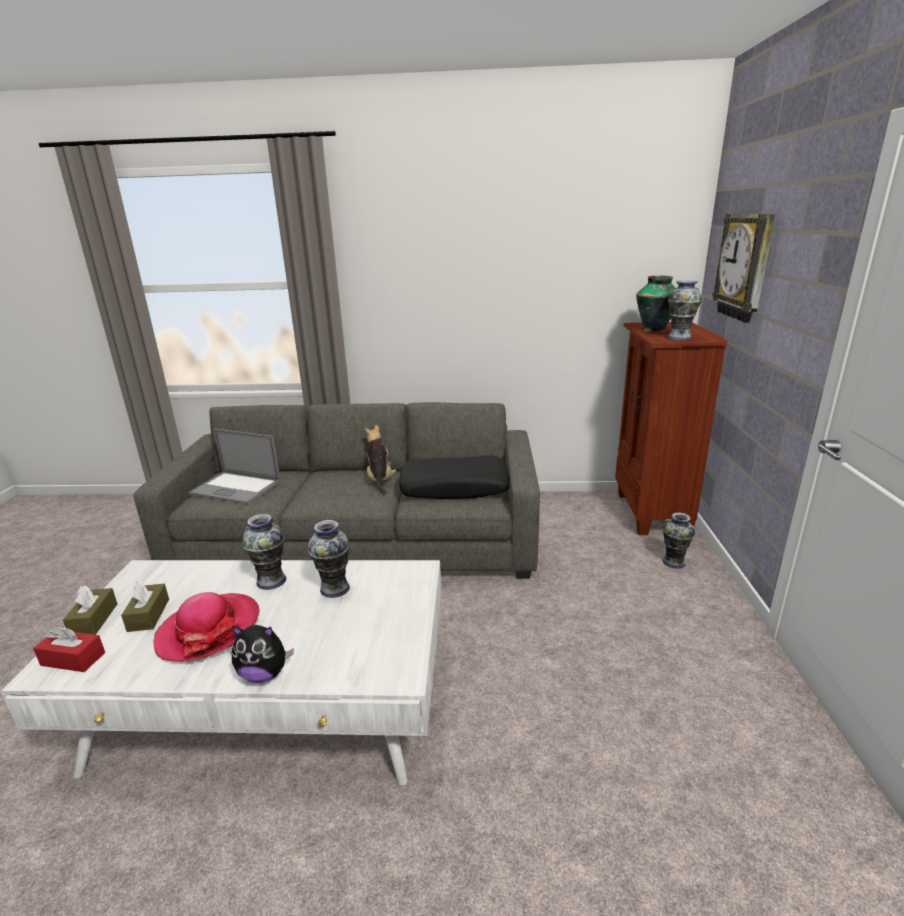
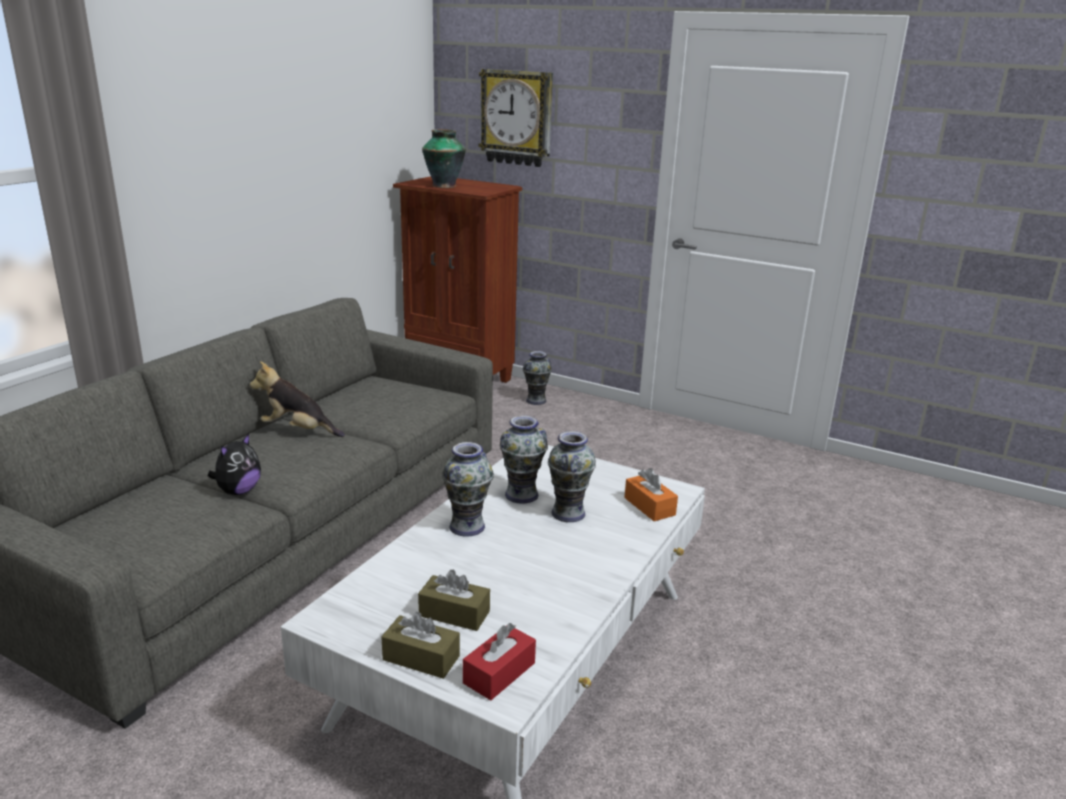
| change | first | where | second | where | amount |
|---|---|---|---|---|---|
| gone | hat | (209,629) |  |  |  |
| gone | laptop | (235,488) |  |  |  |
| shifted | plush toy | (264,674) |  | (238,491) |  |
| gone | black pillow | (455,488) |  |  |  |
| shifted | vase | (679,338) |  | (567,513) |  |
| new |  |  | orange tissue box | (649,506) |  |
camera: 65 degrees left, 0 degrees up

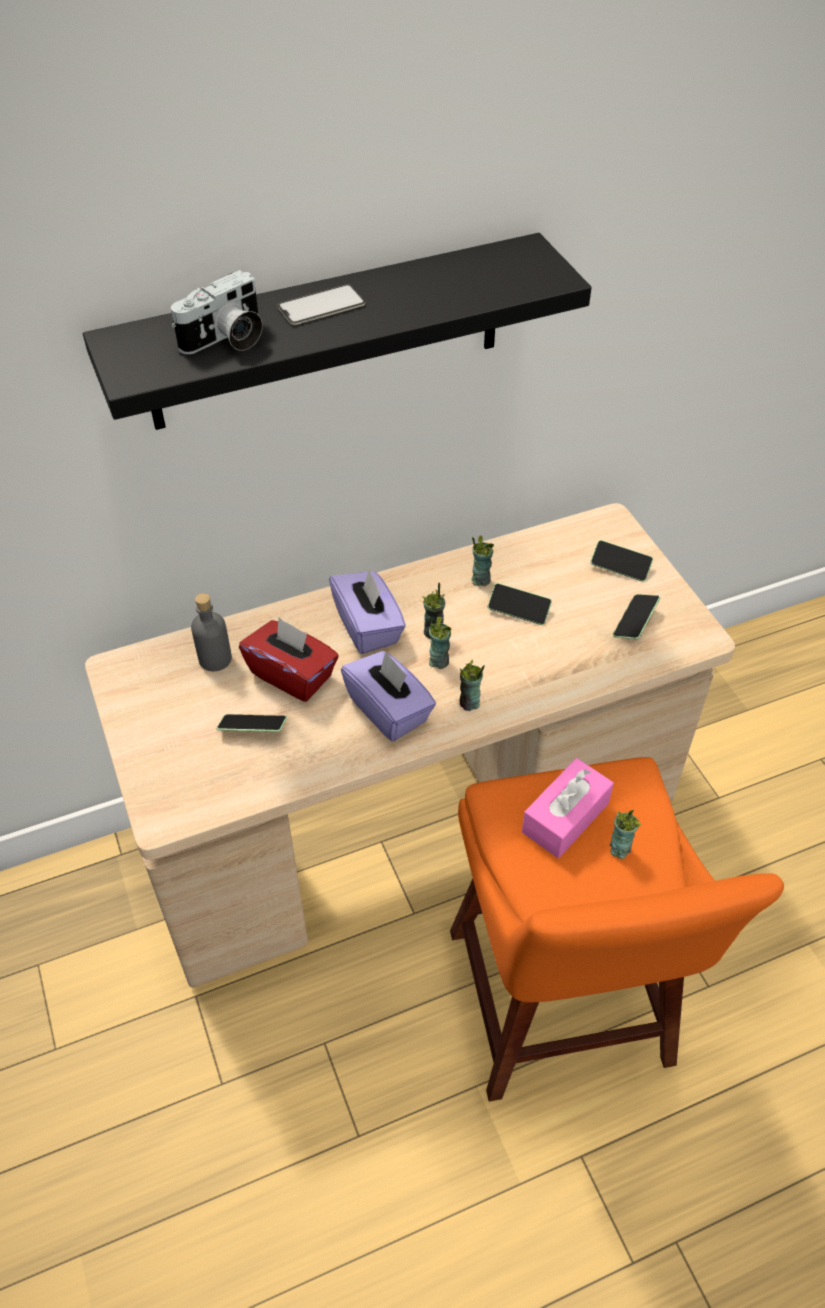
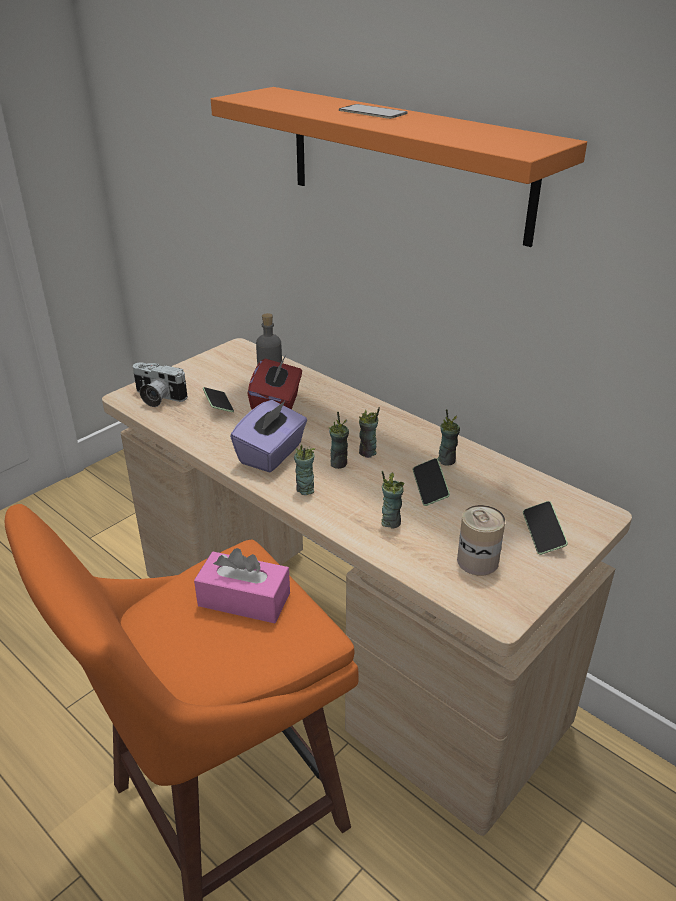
| change | first | where | second | where | amount |
|---|---|---|---|---|---|
| repainted | black shelf | (327,334) | orange shelf | (406,162) |  |
| shifted | photo camera | (226,340) |  | (157,398) |  |
| gone | purple tissue box | (368,627) |  |  |  |
| shifted | cup | (619,848) |  | (391,522) |  |
| swapped | phone | (635,622) | can | (477,561) |  |
camera: 65 degrees right, 15 degrees down

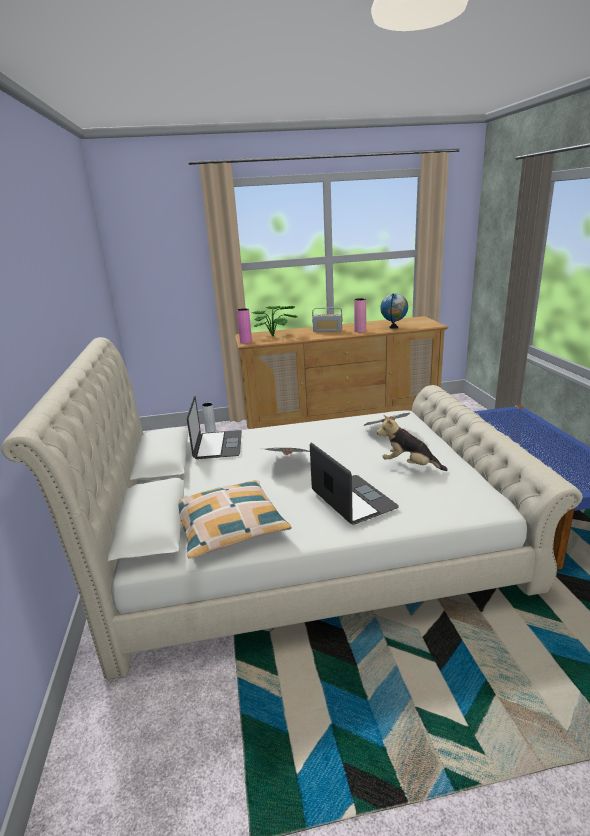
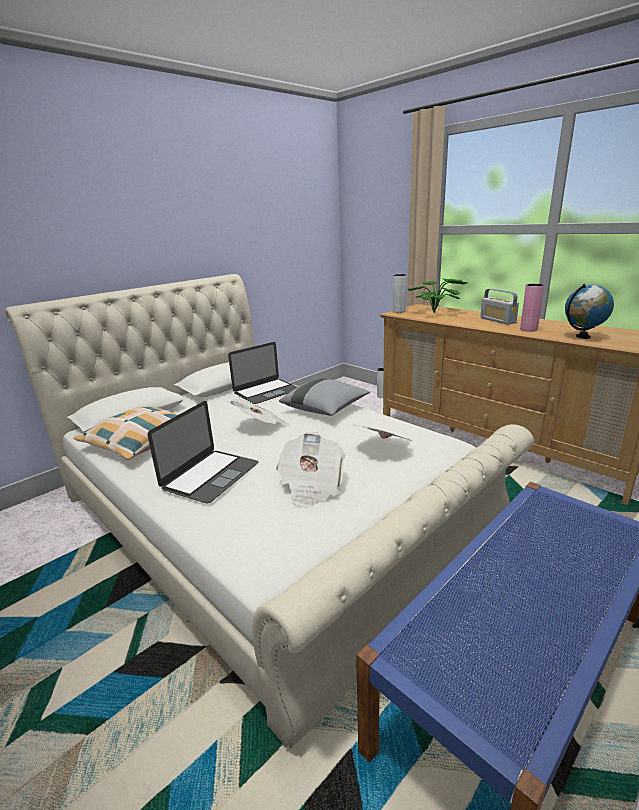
| change | first | where | second | where | amount |
|---|---|---|---|---|---|
| repainted | pink vase | (246,342) | grey vase | (399,311) |  |
| swapped | plush toy | (409,465) | newspaper | (311,485) |  |
| new |  |  | grey pillow | (325,409) |  |
camera: 55 degrees right, 0 degrees up

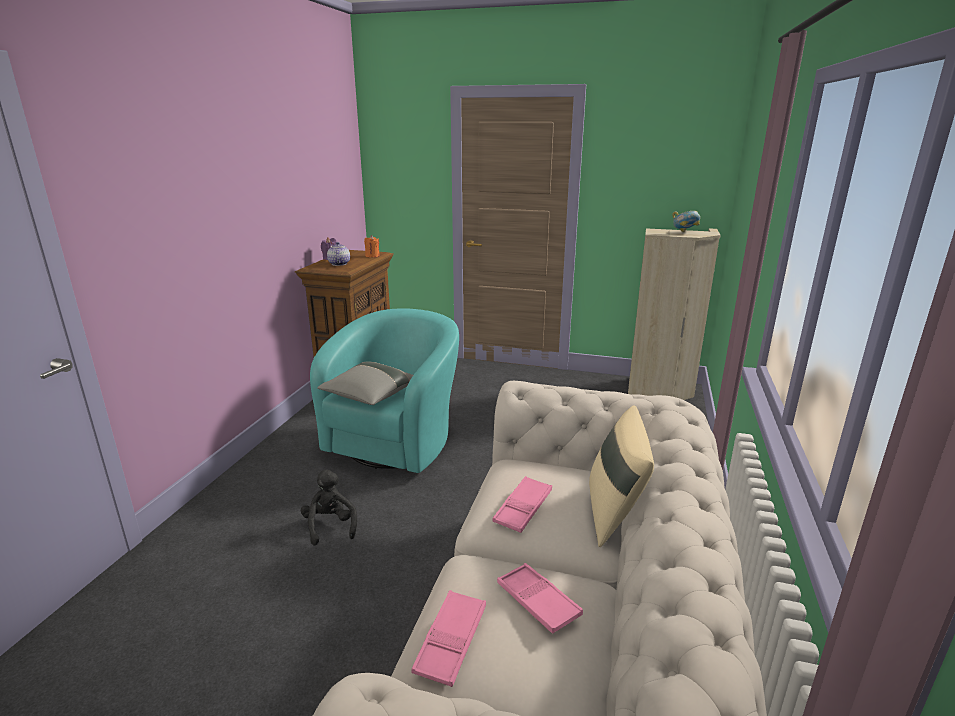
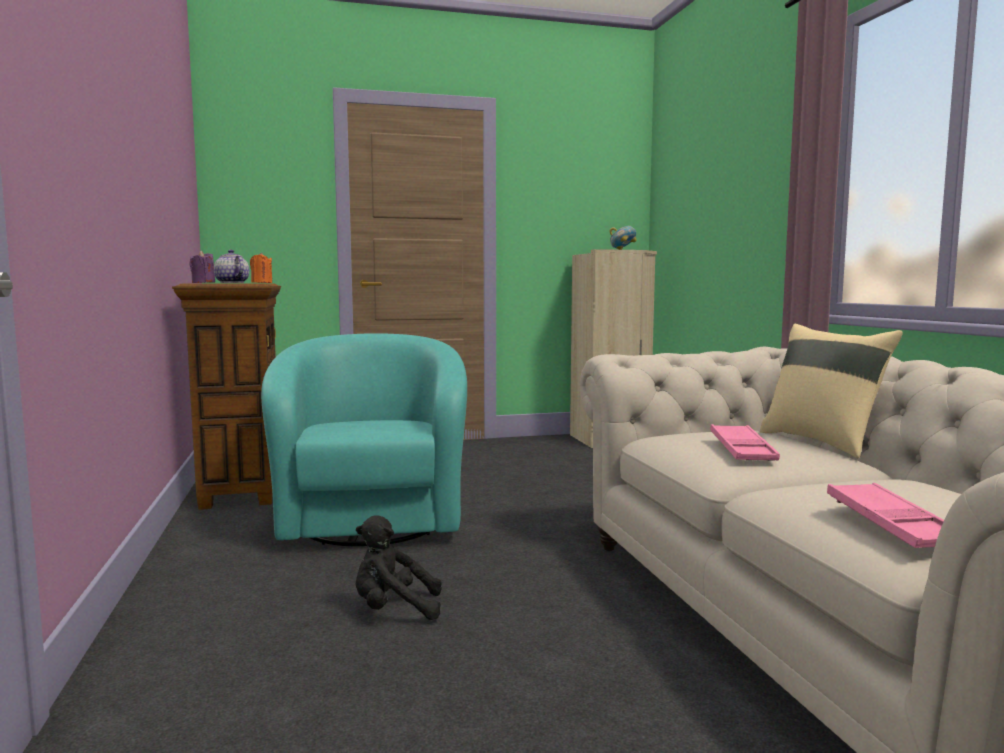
| change | first | where | second | where | amount |
|---|---|---|---|---|---|
| rotated | black plush toy | (330,526) |  | (394,609) | 45 degrees counterclockwise |
| gone | grey pillow | (369,396) |  |  |  |
| gone | pink tray | (537,602) |  |  |  |
camera: 30 degrees left, 15 degrees down

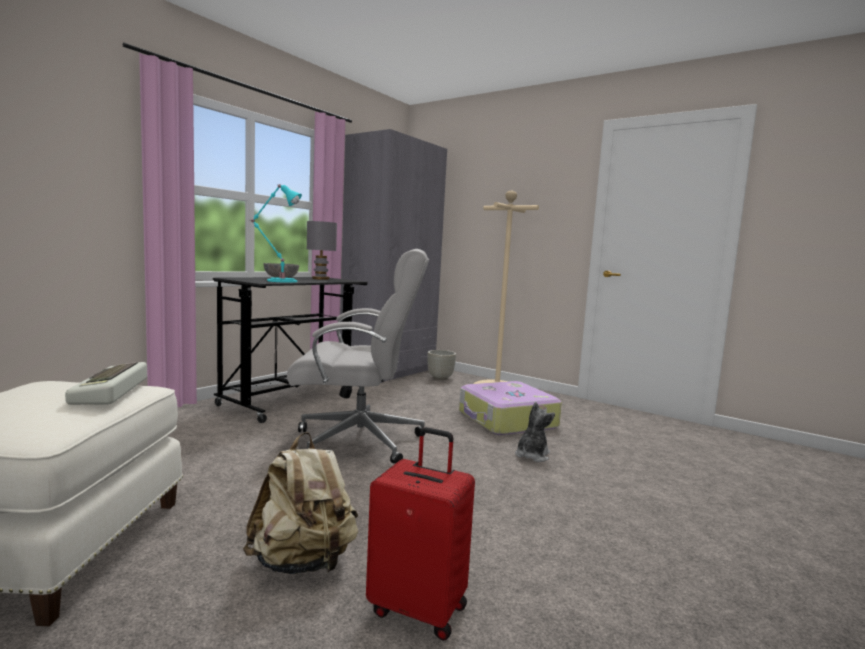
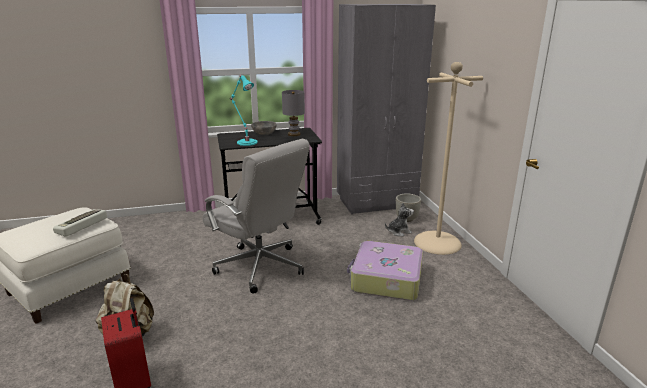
| change | first | where | second | where | amount |
|---|---|---|---|---|---|
| shifted | plush toy | (532,455) |  | (398,232) |  |
camera: 40 degrees right, 15 degrees up

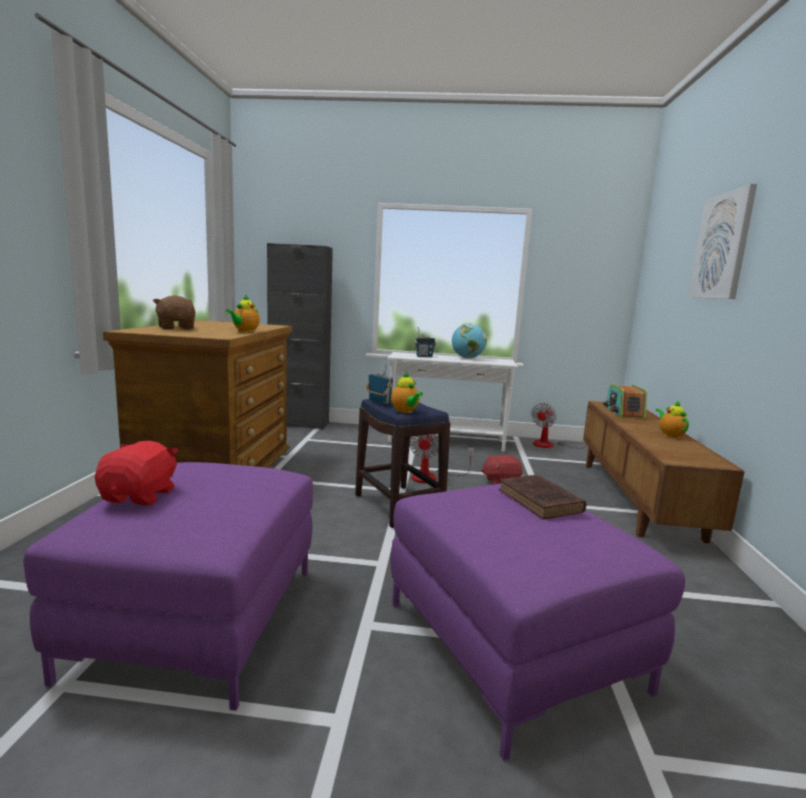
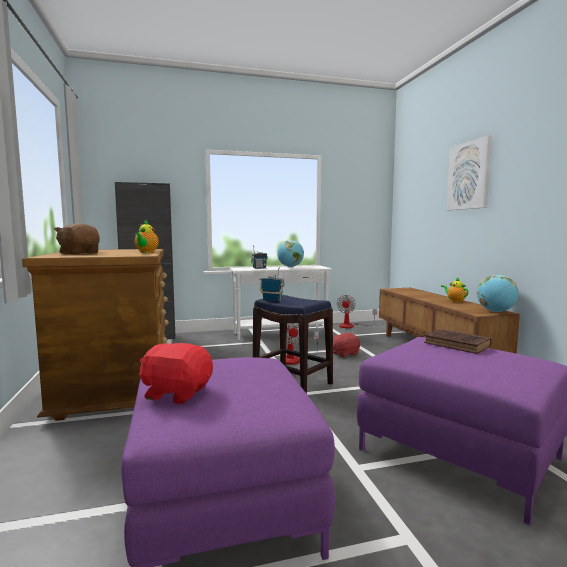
| change | first | where | second | where | amount |
|---|---|---|---|---|---|
| rotated | red plush toy | (140,496) |  | (177,393) | 60 degrees counterclockwise |
| gone | teapot | (405,411) |  |  |  |
| gone | radio | (623,413) |  |  |  |
| new |  |  | globe | (496,311) |  |
camera: 20 degrees left, 5 degrees down

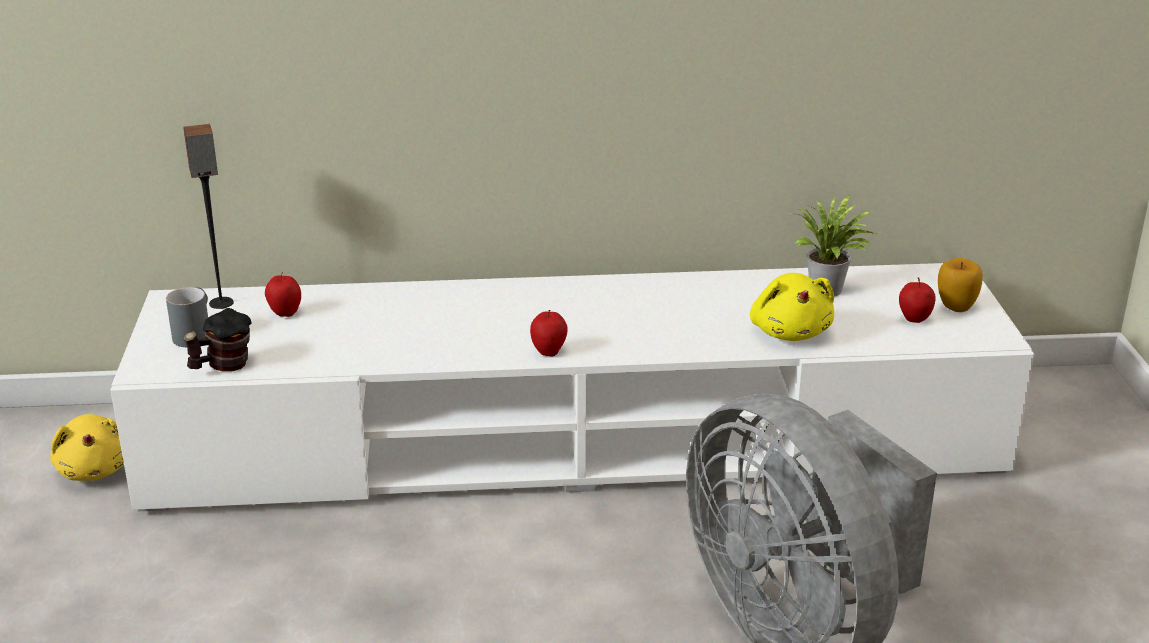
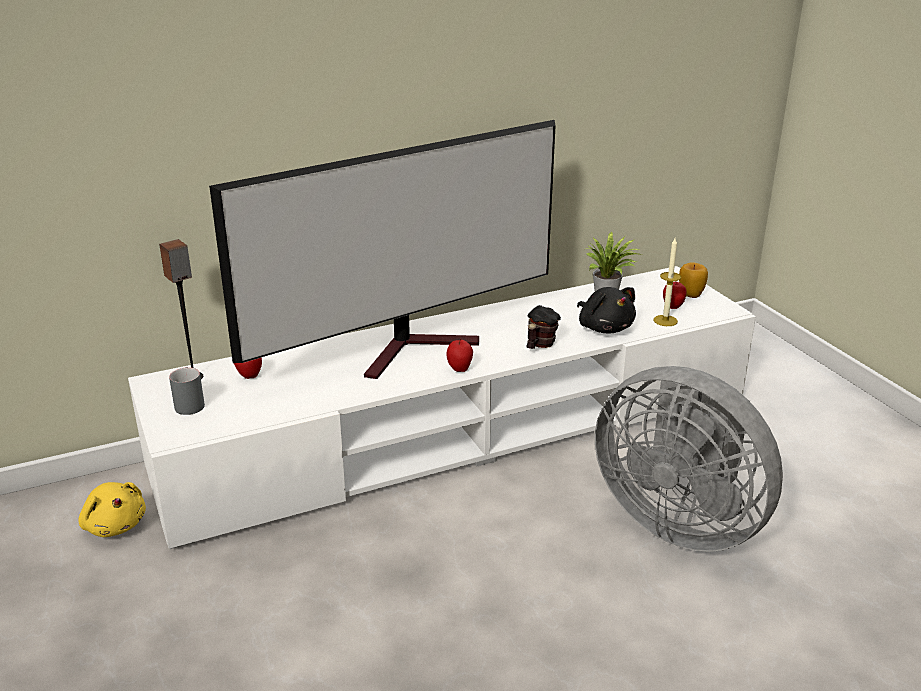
| change | first | where | second | where | amount |
|---|---|---|---|---|---|
| shifted | mug | (222,366) |  | (539,345) |  |
| repainted | yellow plush toy | (790,331) | black plush toy | (604,327) |  |
| new |  |  | television | (415,348) |  |
| new |  |  | candle | (665,320) |  |
camera: 20 degrees left, 0 degrees up

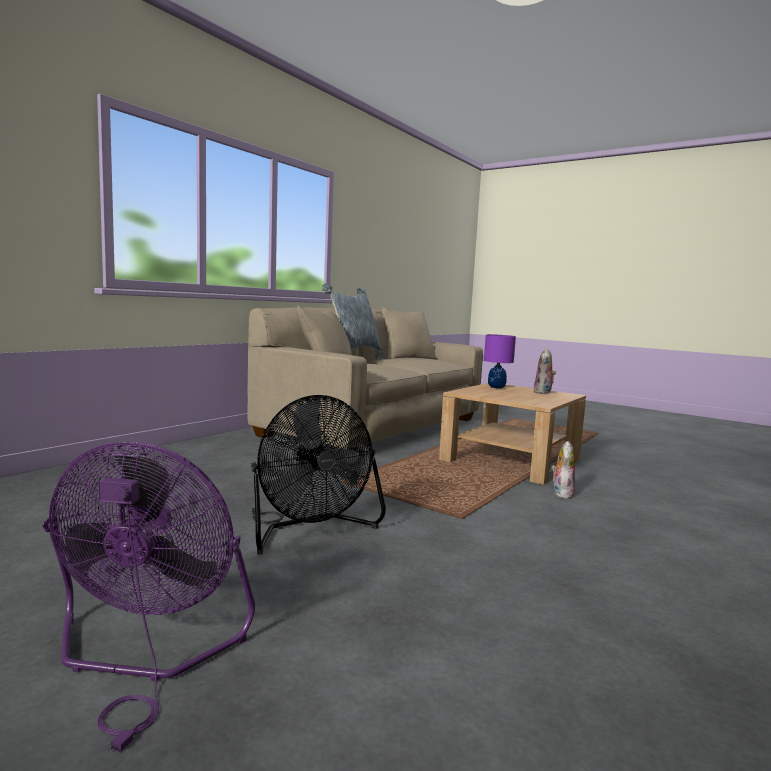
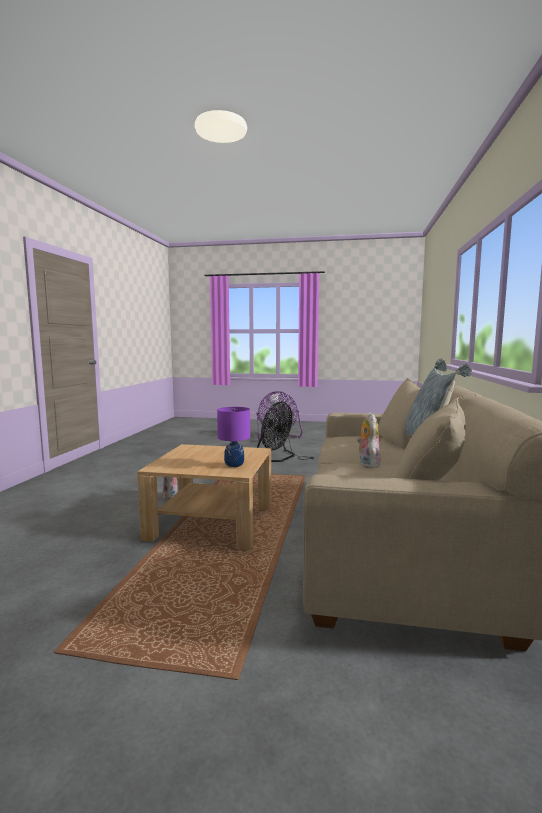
| change | first | where | second | where | amount |
|---|---|---|---|---|---|
| shifted | plush toy | (543,392) |  | (367,464) |  |
camera: 155 degrees right, 0 degrees up

